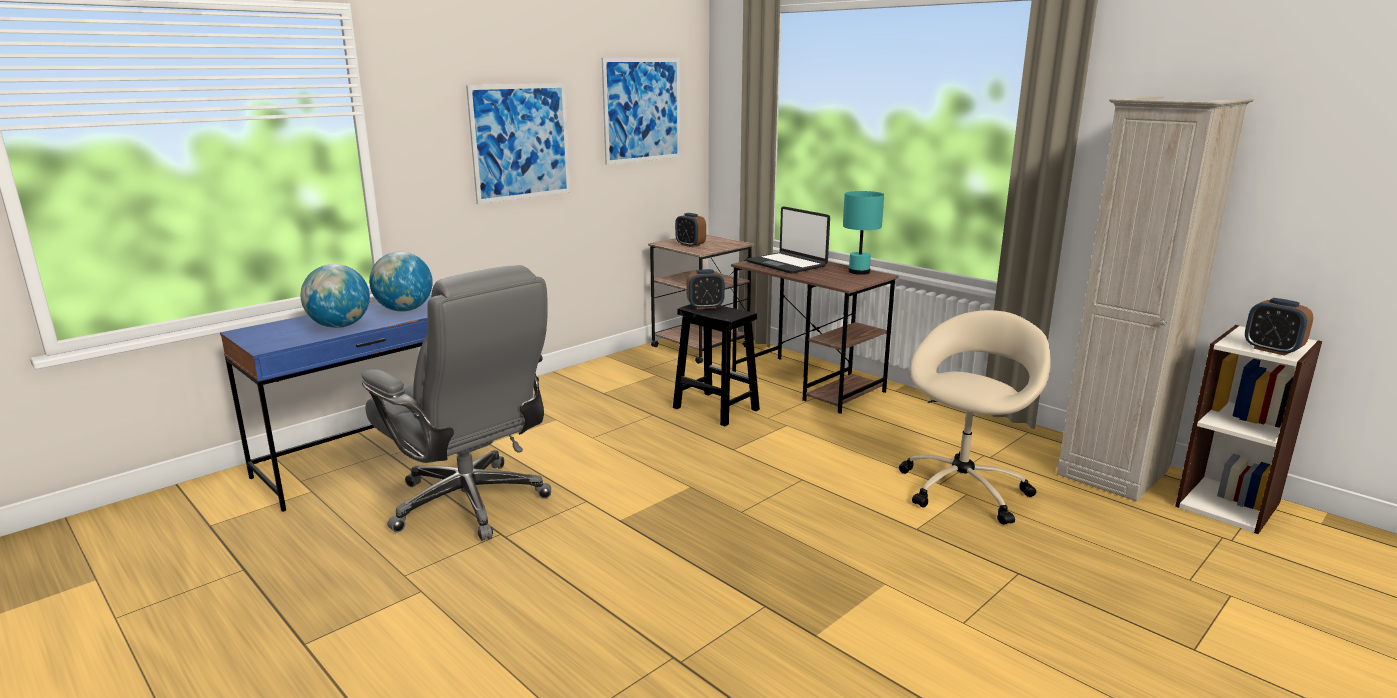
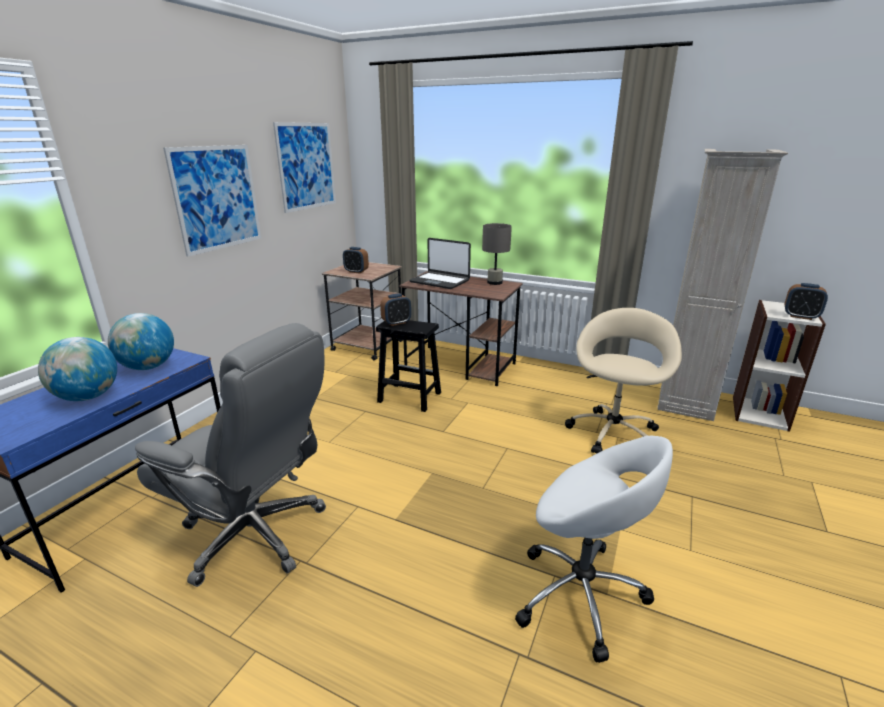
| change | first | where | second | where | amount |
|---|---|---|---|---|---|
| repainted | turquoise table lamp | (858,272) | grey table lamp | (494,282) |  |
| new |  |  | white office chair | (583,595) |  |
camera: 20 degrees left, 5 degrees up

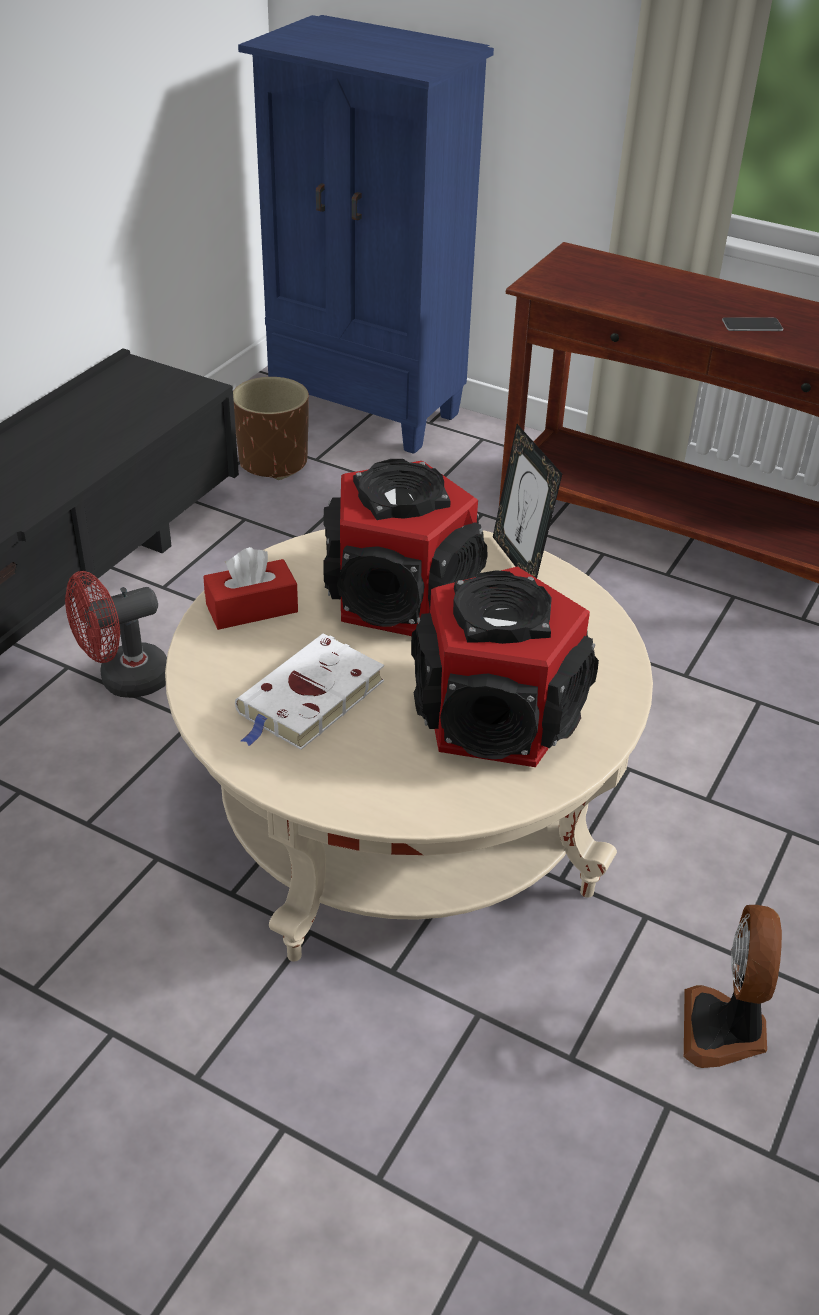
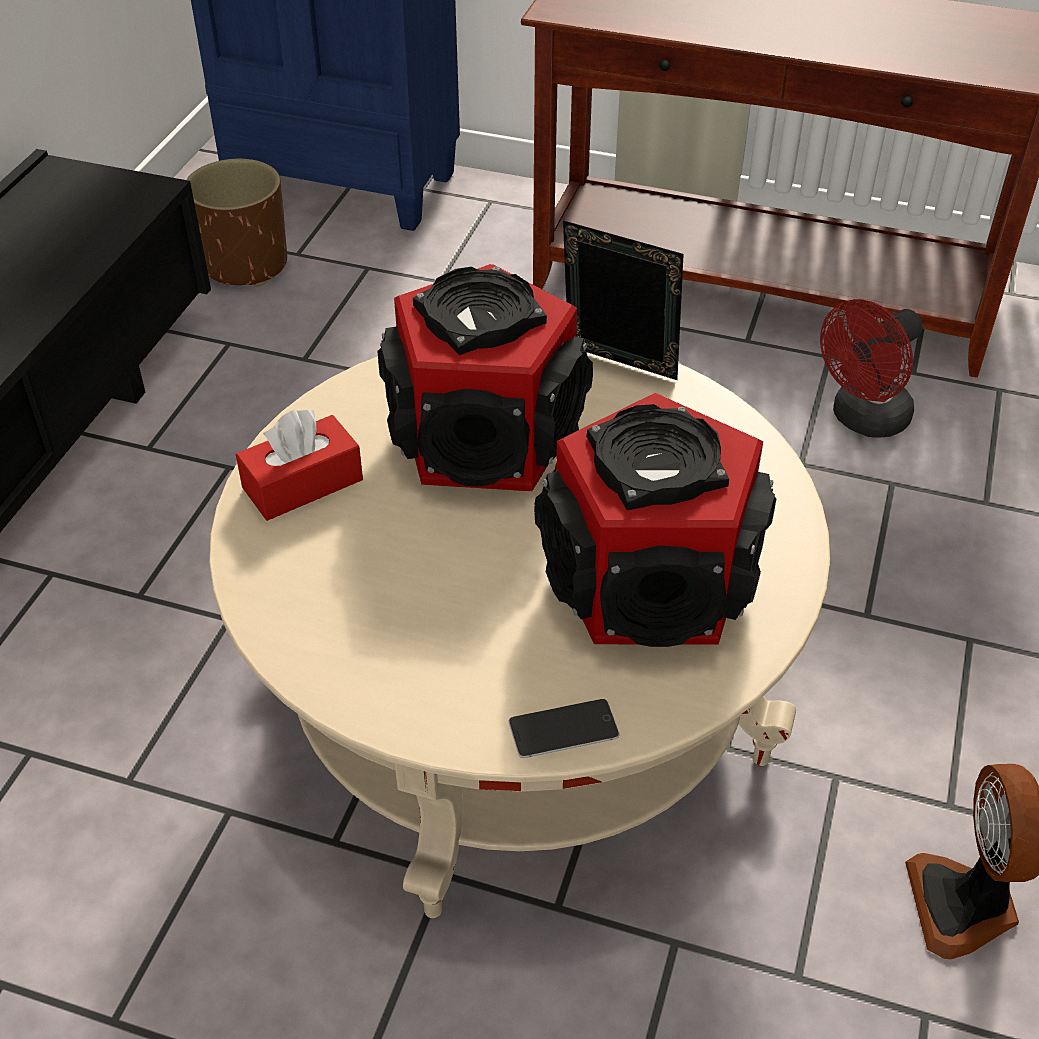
| change | first | where | second | where | amount |
|---|---|---|---|---|---|
| shifted | red fan | (124,680) |  | (863,420) |  |
| gone | white book | (309,700) |  |  |  |
| rotated | picture frame | (520,561) |  | (617,368) | 150 degrees clockwise |
| shifted | phone | (752,325) |  | (563,729) |  |
camera: 10 degrees left, 5 degrees up

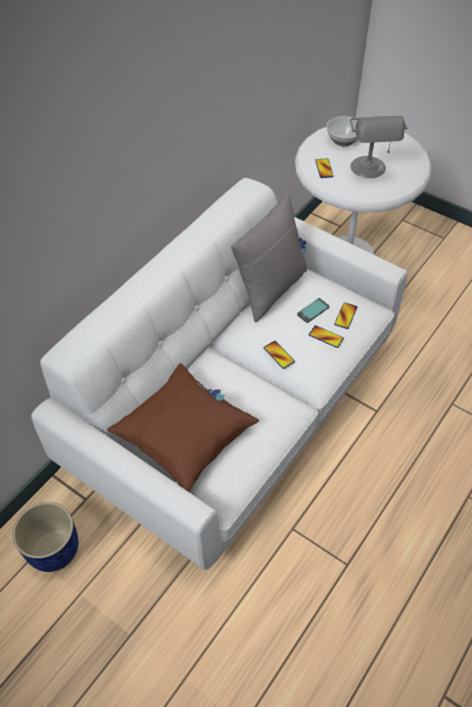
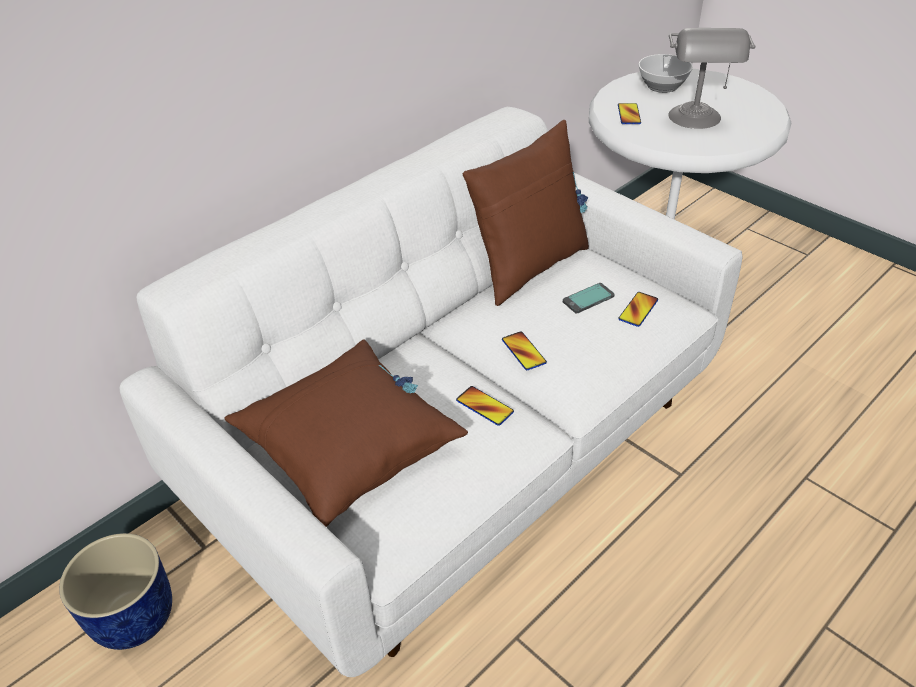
| change | first | where | second | where | amount |
|---|---|---|---|---|---|
| repainted | grey pillow | (270,290) | brown pillow | (529,268) |  |
| shifted | phone | (326,337) |  | (484,406) |  |
camera: 10 degrees right, 10 degrees down

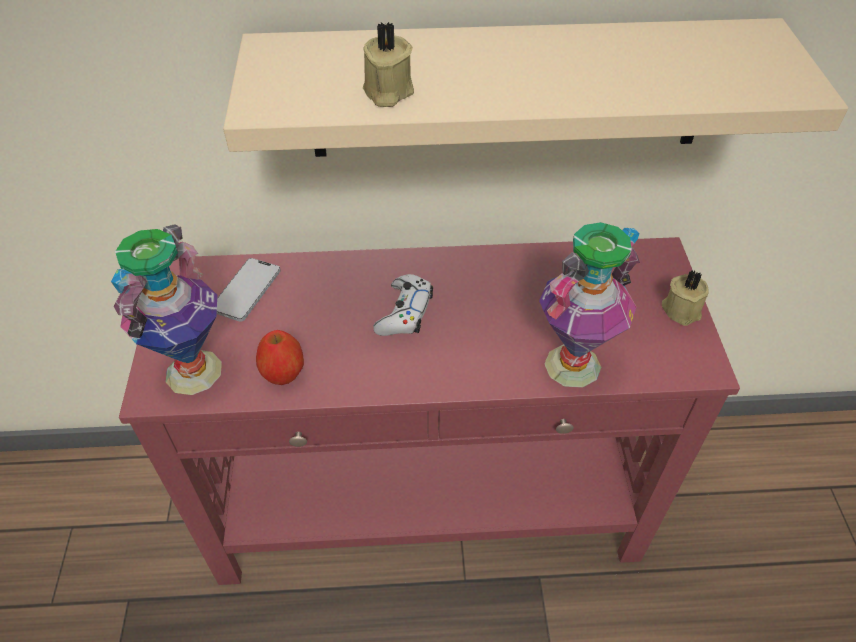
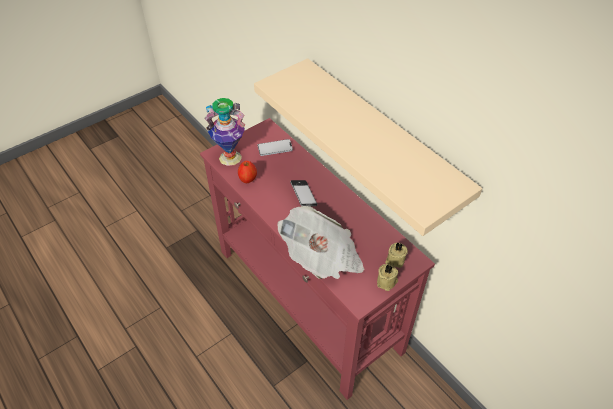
| change | first | where | second | where | amount |
|---|---|---|---|---|---|
| shifted | beige candle | (387,92) |  | (394,260) |  |
| swapped | white game controller | (404,312) | phone | (303,195) |  |
| swapped | vase | (572,364) | newspaper | (322,257) |  |
camera: 55 degrees right, 0 degrees up

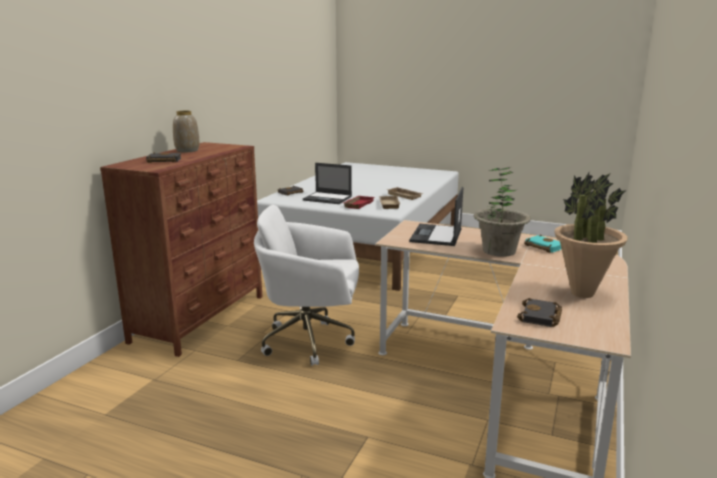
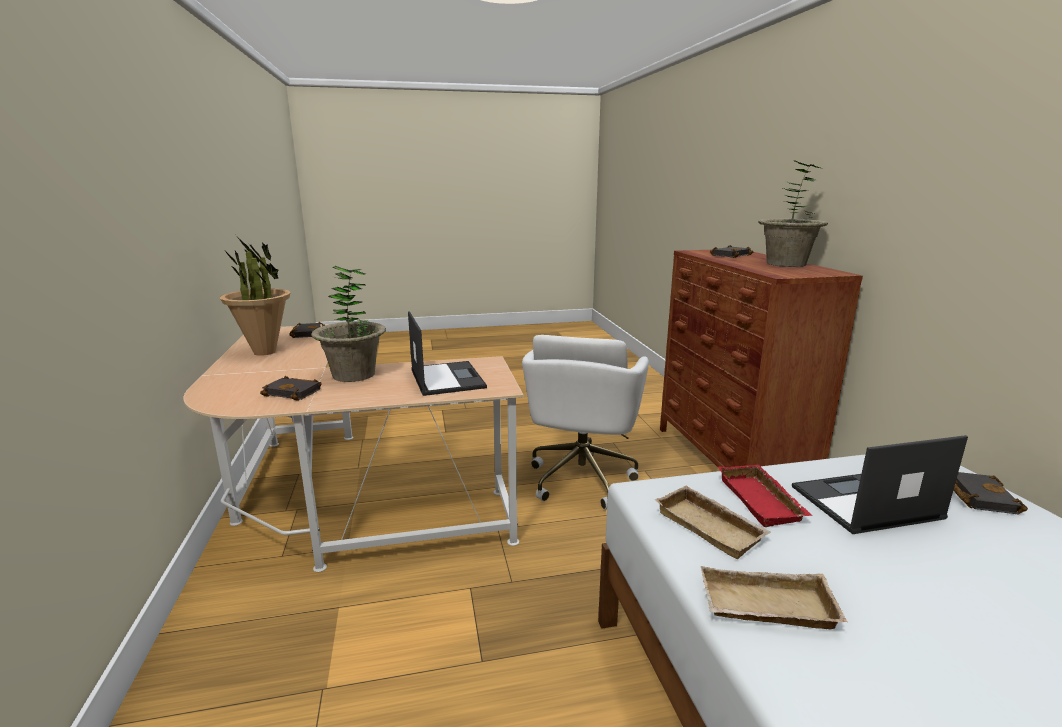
| change | first | where | second | where | amount |
|---|---|---|---|---|---|
| swapped | vase | (187,150) | potted plant | (786,264) |  |
| rotated | white office chair | (311,342) |  | (582,478) | 135 degrees clockwise |
| repainted | turquoise book | (542,247) | black book | (294,392) |  |
camera: 145 degrees right, 0 degrees up

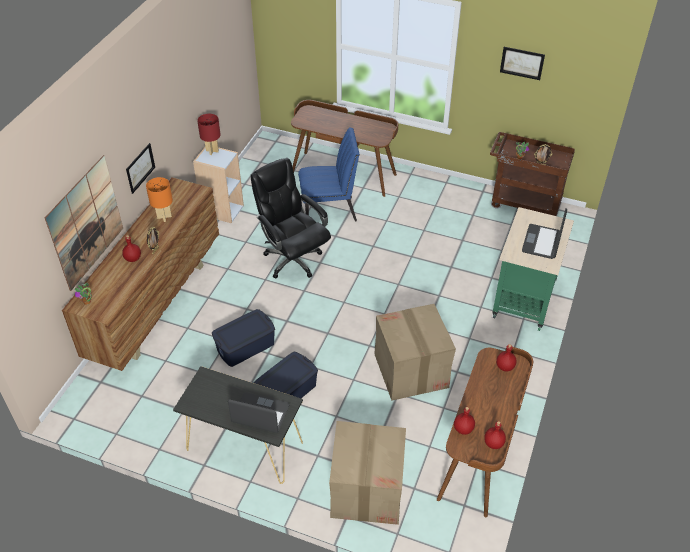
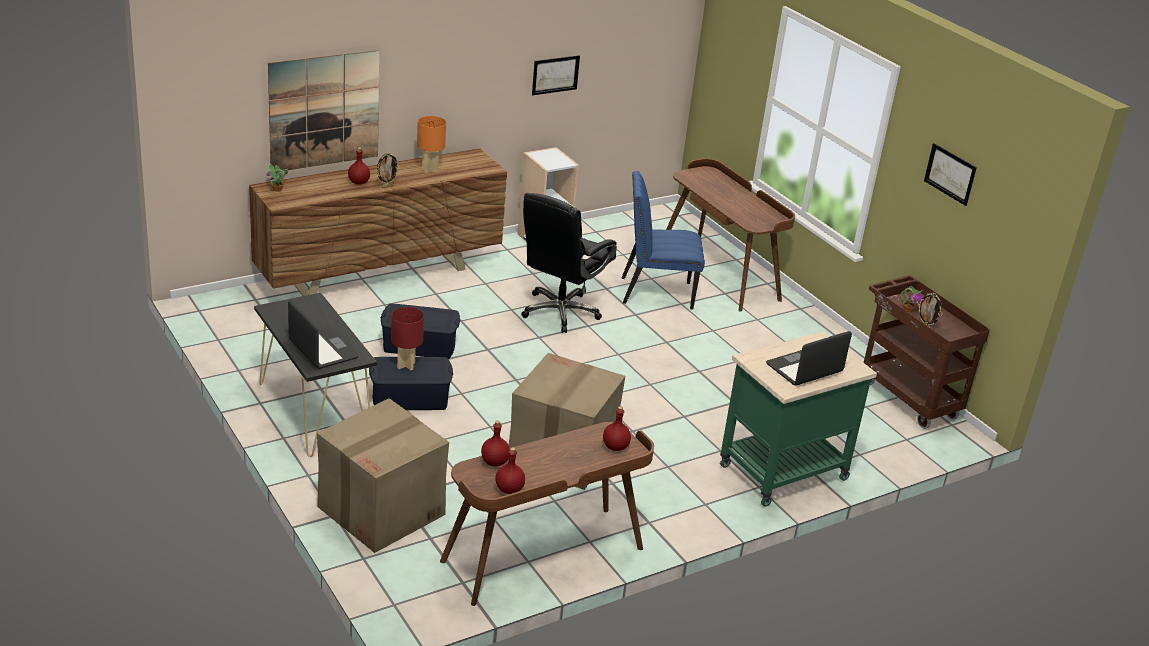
| change | first | where | second | where | amount |
|---|---|---|---|---|---|
| shifted | picture | (140,168) |  | (555,74) |  |
| shifted | red table lamp | (212,151) |  | (406,365) |  |
| rotated | black office chair | (293,261) |  | (561,311) | 150 degrees counterclockwise |
| rotated | blue chair | (329,211) |  | (657,293) | 150 degrees clockwise |
camera: 35 degrees right, 15 degrees down

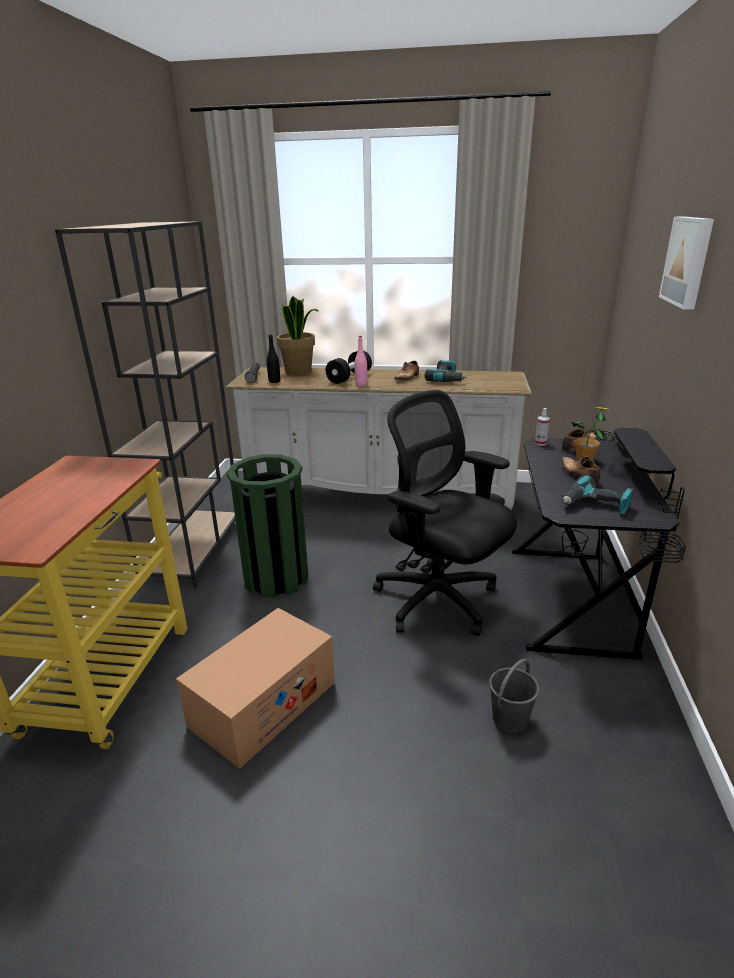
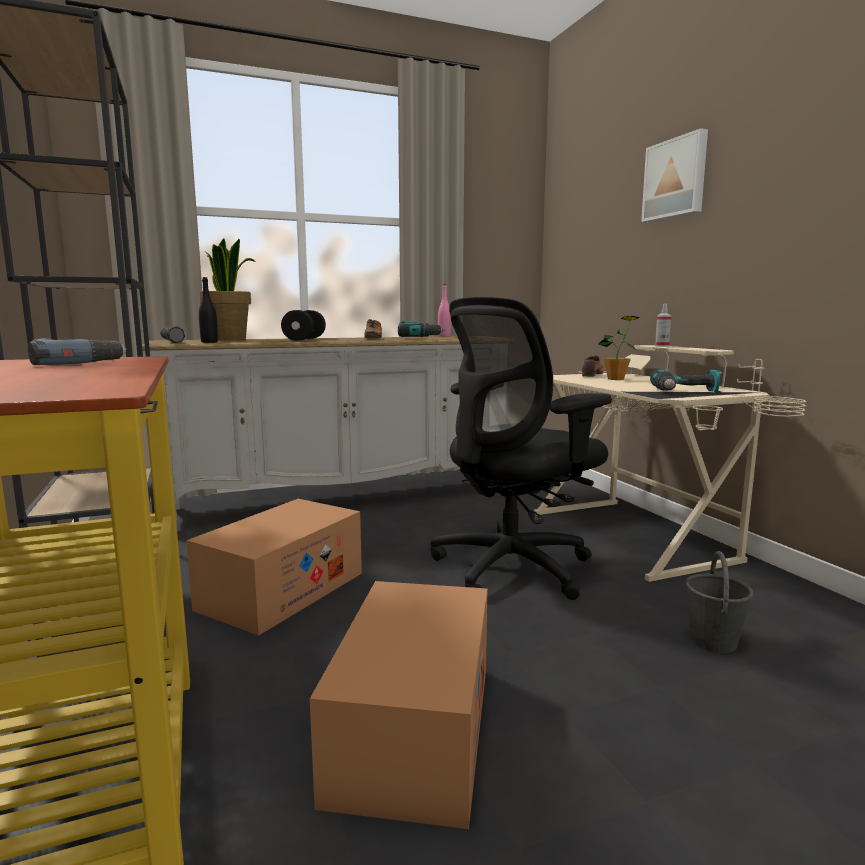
| change | first | where | second | where | amount |
|---|---|---|---|---|---|
| swapped | green trash can | (276,578) | cardboard box | (282,591) |  |
| shifted | pink bottle | (361,384) |  | (444,336) |  |
| rotated | black office chair | (444,601) |  | (518,564) | 45 degrees counterclockwise |
| repainted | black desk | (574,599) | beige desk | (634,534) |  |
| shifted | spray bottle | (540,443) |  | (662,346) |  |
| gone | shoe | (578,475) |  |  |  |
| new |  |  | power drill | (71,361) |  |
camera: 30 degrees left, 15 degrees down

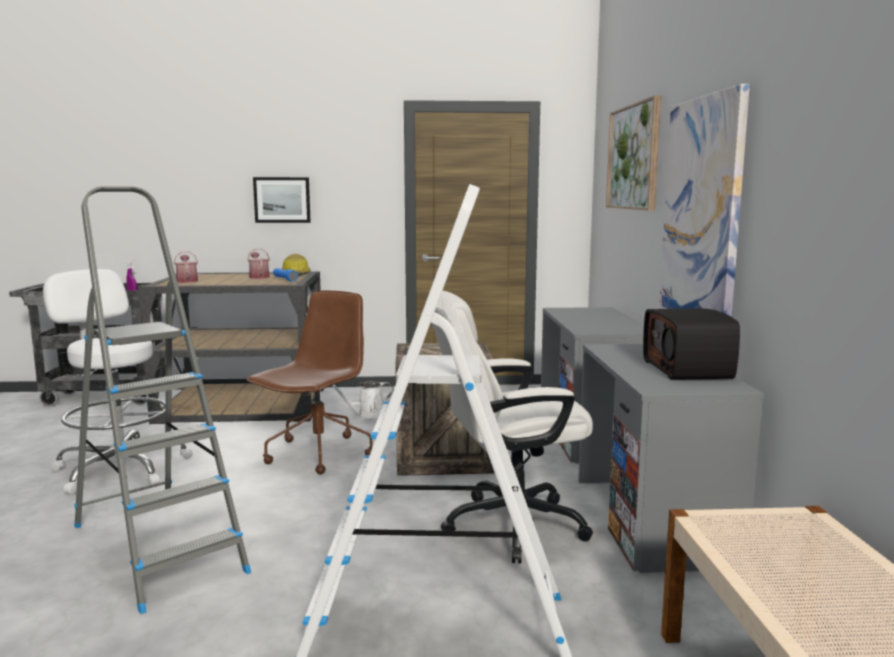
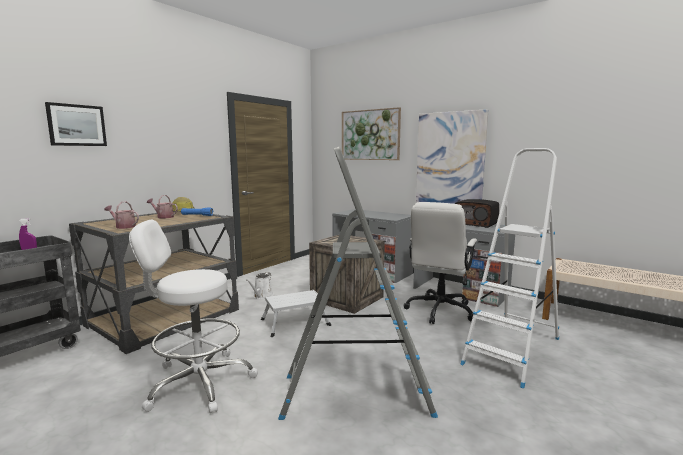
| change | first | where | second | where | amount |
|---|---|---|---|---|---|
| swapped | brown office chair | (316,456) | white step ladder | (295,322) |  |
| shifted | picture | (282,200) |  | (77,125) |  |
camera: 50 degrees left, 0 degrees up

